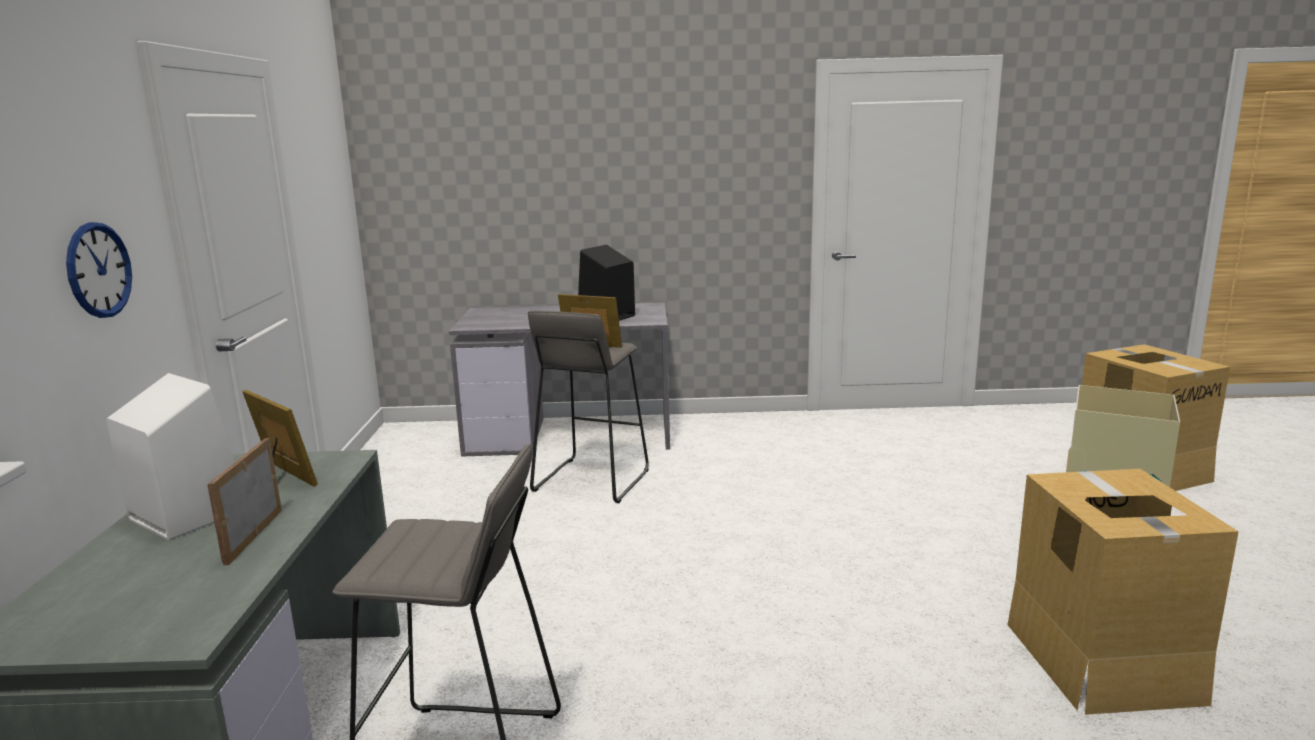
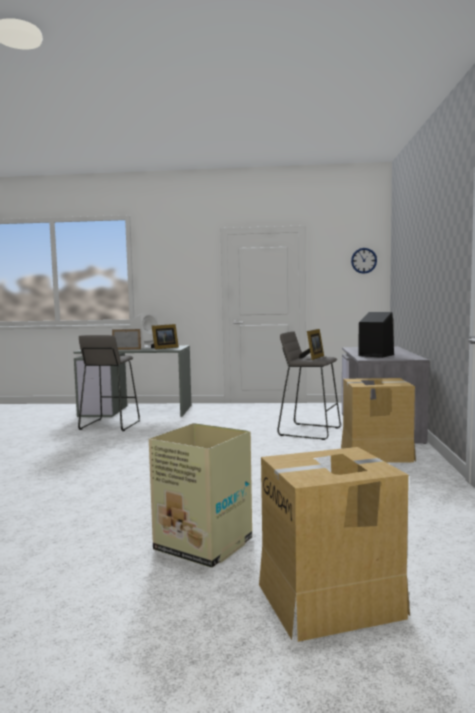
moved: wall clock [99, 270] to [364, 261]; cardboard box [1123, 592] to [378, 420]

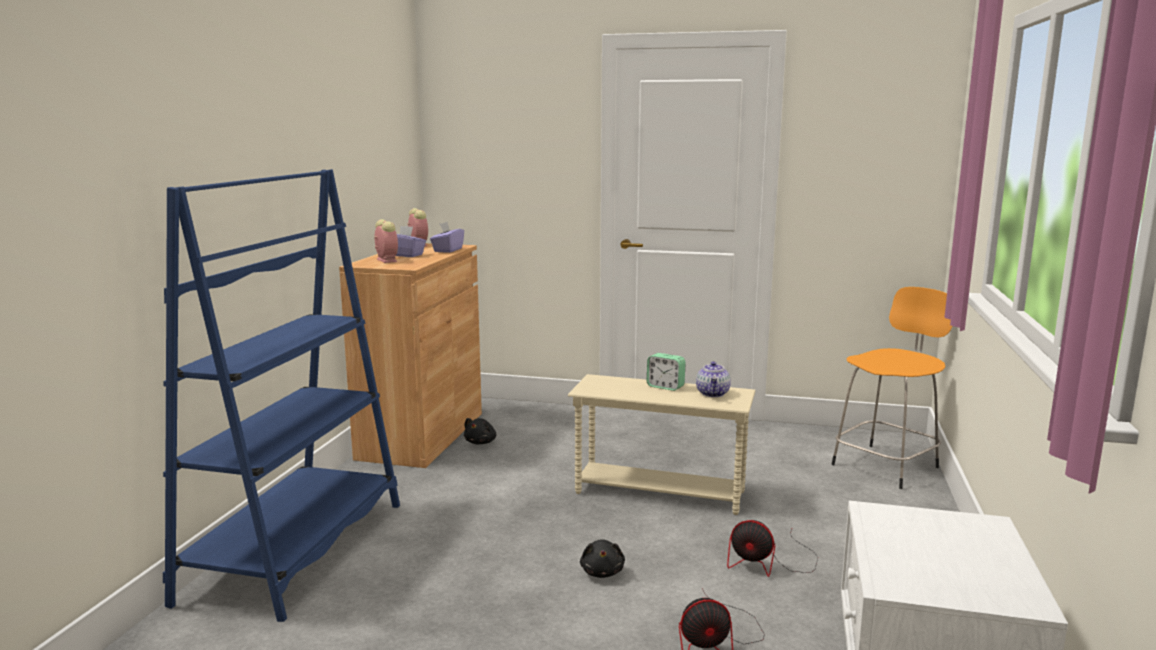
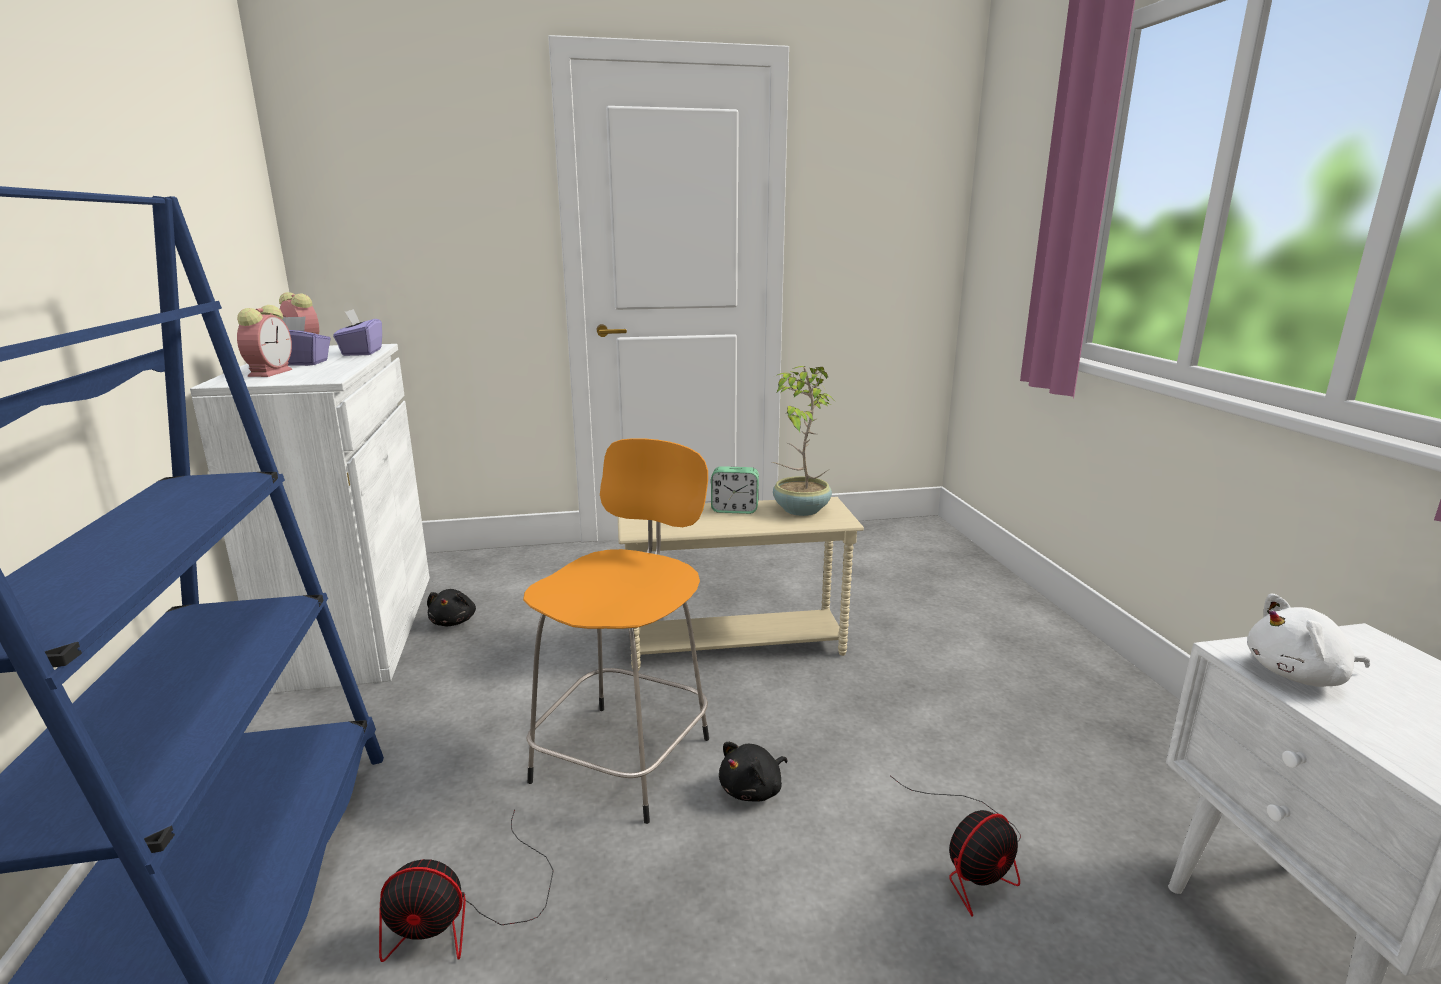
added: plush toy (white) [1308, 640]
moved: fan [772, 548] to [466, 885]; stool (orange) [892, 388] to [616, 631]
replaced: teapot [713, 379] to potted plant [803, 441]
recoloured: cabinet (brown) [410, 355] to cabinet (white) [310, 519]
turned: alarm clock [386, 241] = [264, 341] 60 degrees clockwise; plush toy (black) [602, 558] = [753, 772] 75 degrees clockwise

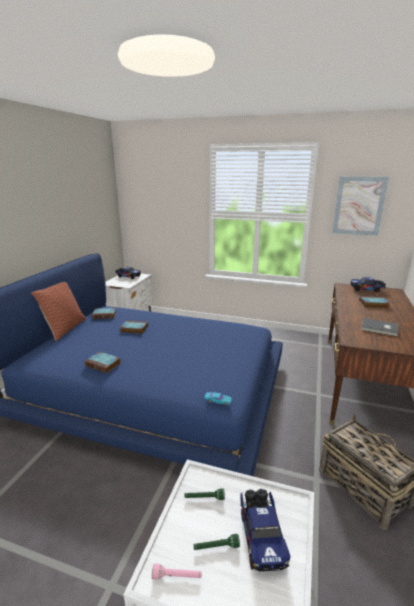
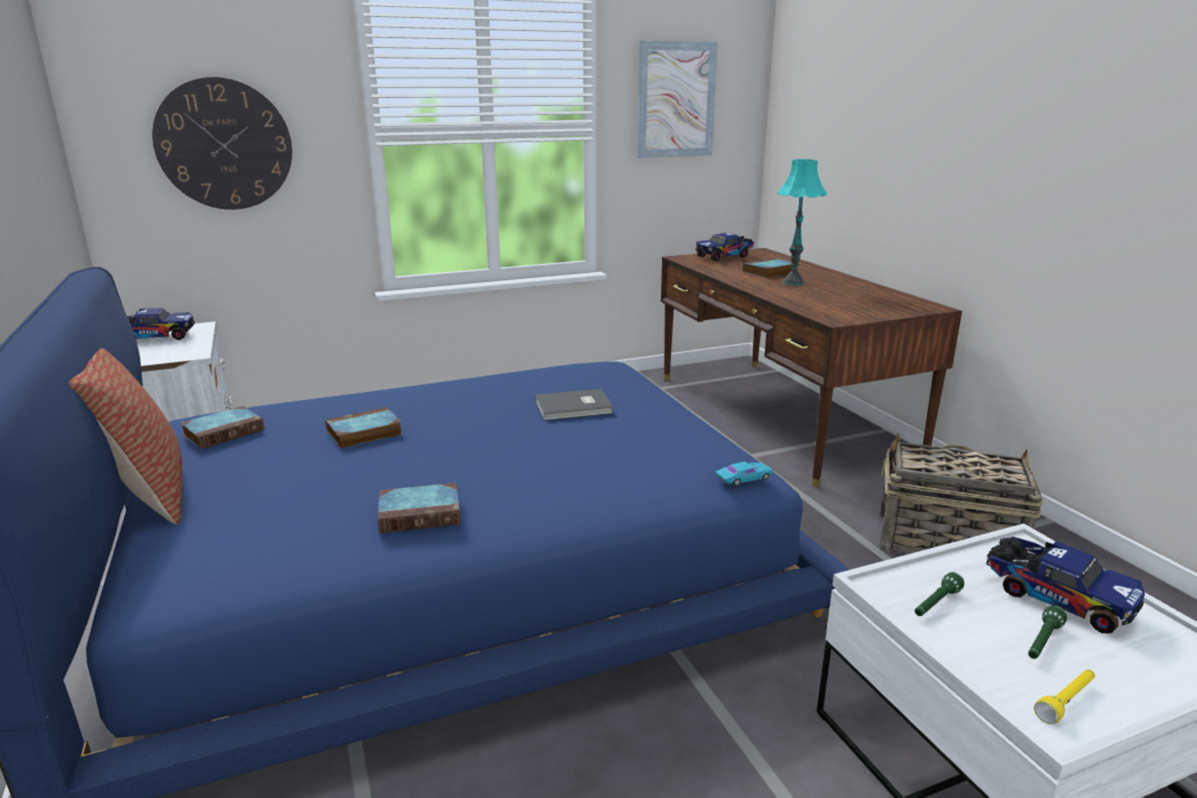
added: wall clock [222, 143]; table lamp (turquoise) [802, 222]
moved: book (grey) [379, 327] to [574, 405]
recoloured: flashlight (pink) [177, 572] to flashlight (yellow) [1064, 696]

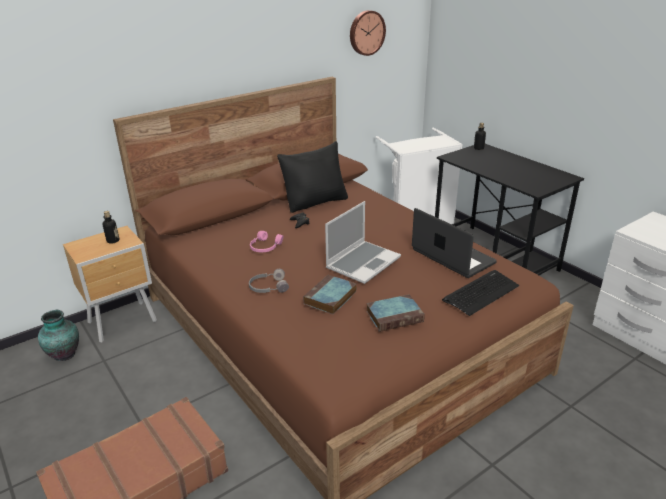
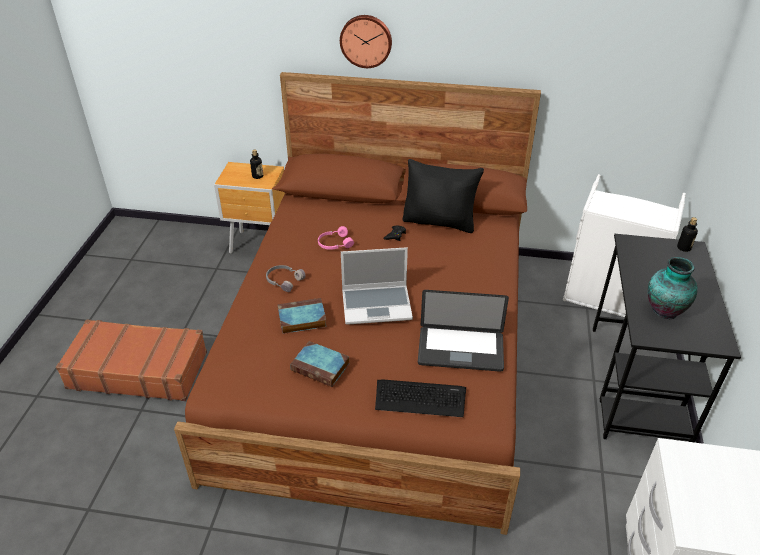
moved: vase [58, 335] to [673, 288]; wall clock [368, 33] to [366, 41]
turned: laptop [454, 243] = [463, 331] 90 degrees clockwise

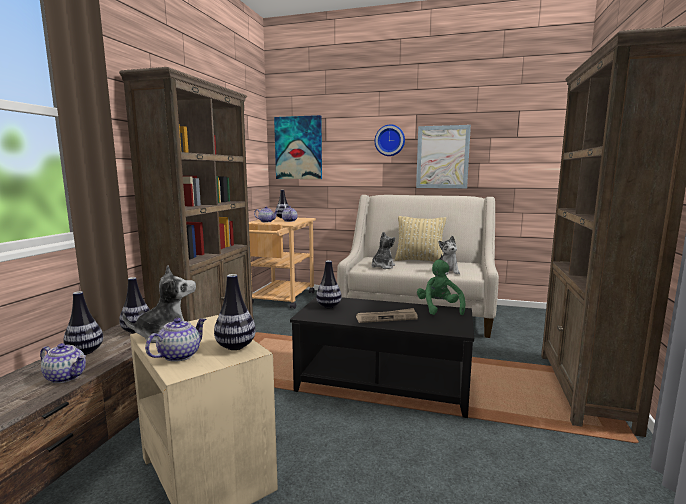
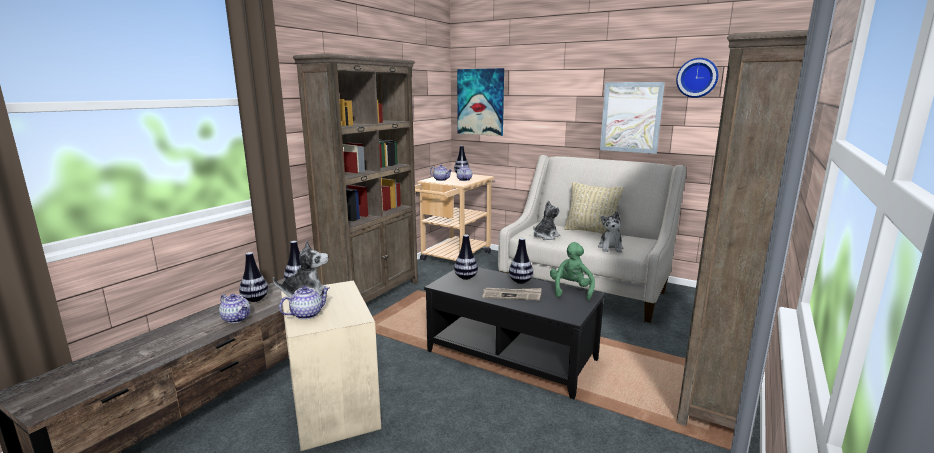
moved: vase [235, 312] to [521, 261]; wall clock [390, 140] to [697, 78]

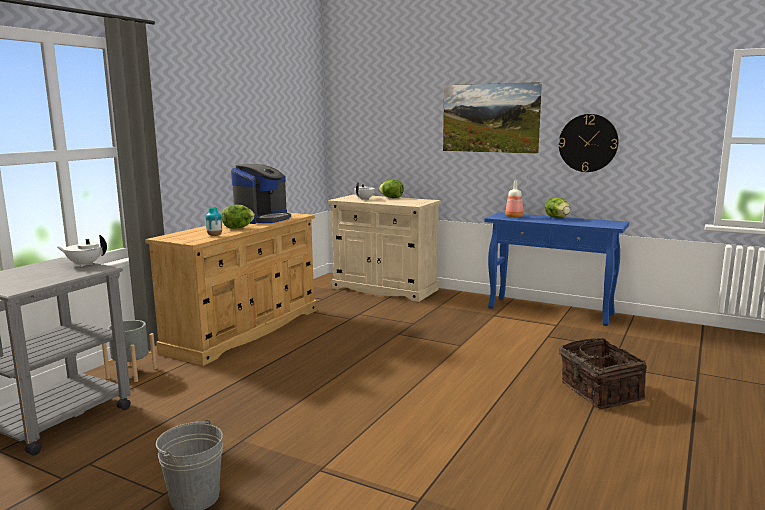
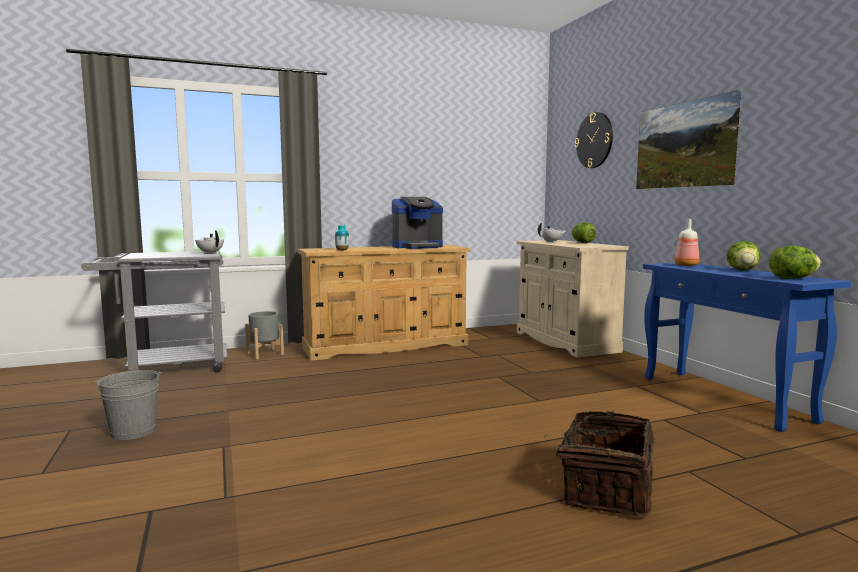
moved: lettuce [238, 217] to [795, 262]; wall clock [588, 143] to [594, 140]

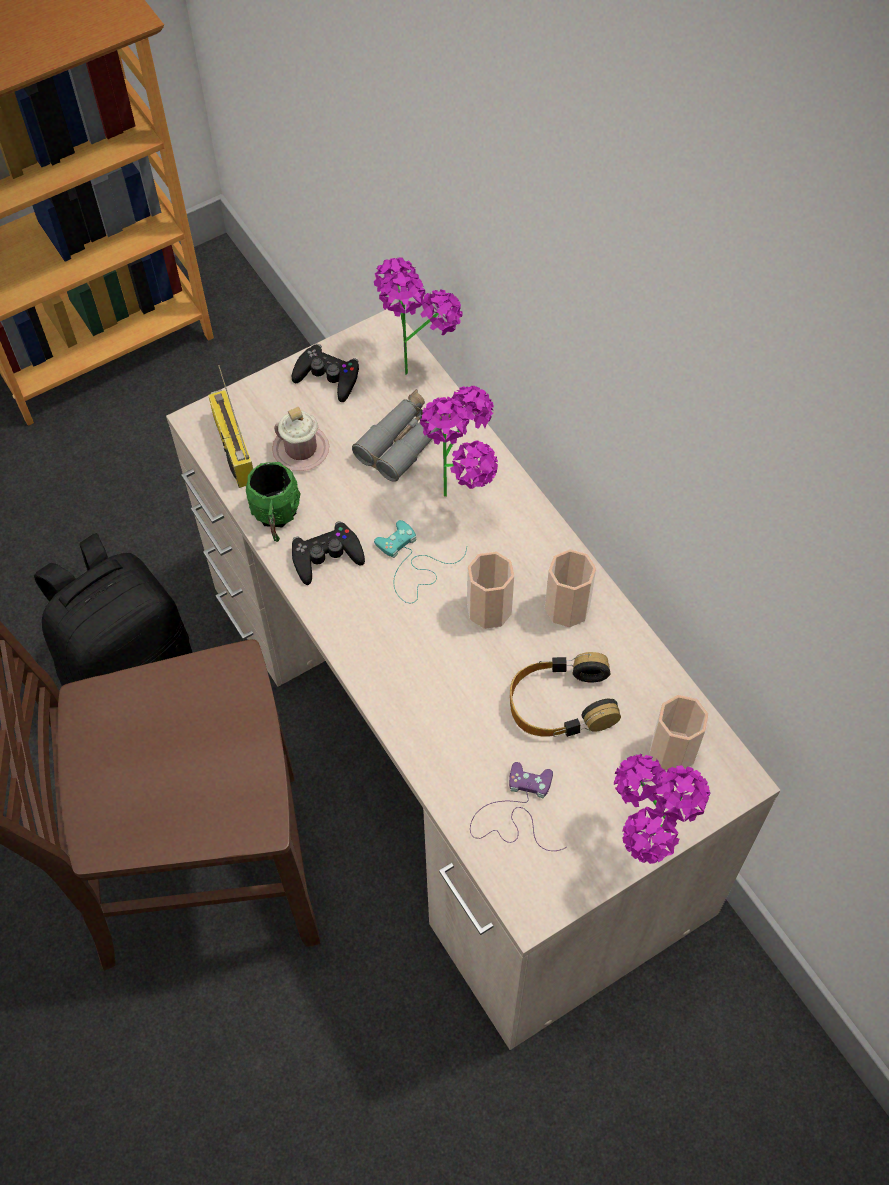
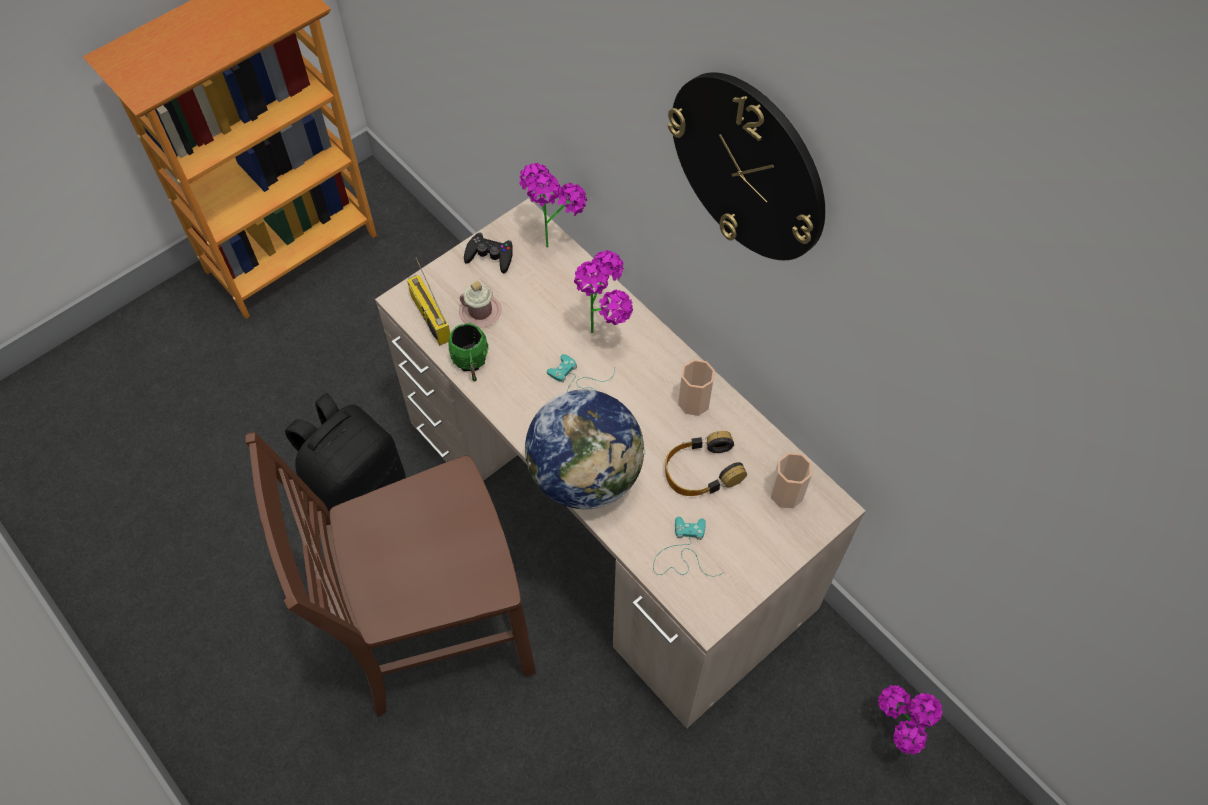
removed: game controller (black) [328, 553]; binoculars (grey) [401, 435]; cup [490, 590]
added: globe [585, 449]; wall clock [746, 166]
moved: potted plant [662, 809] to [910, 720]
recoloured: game controller (purple) [518, 806] to game controller (turquoise) [688, 546]

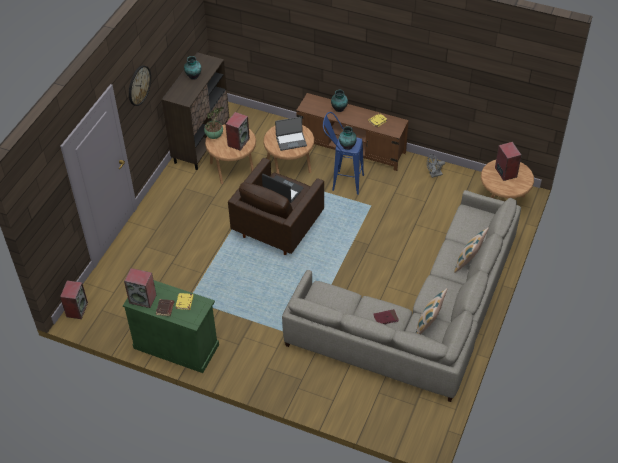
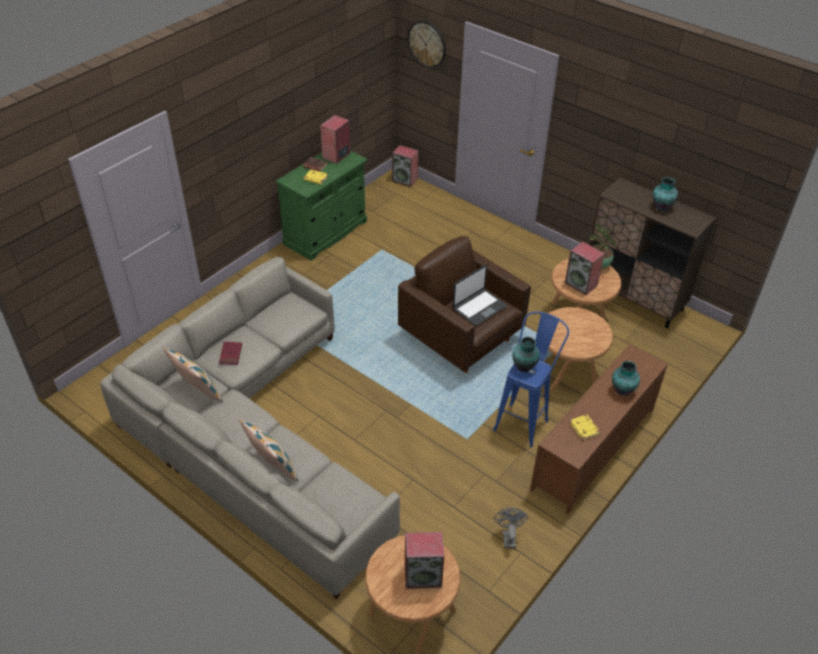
removed: laptop [291, 133]
moved: wall clock [140, 85] to [426, 44]

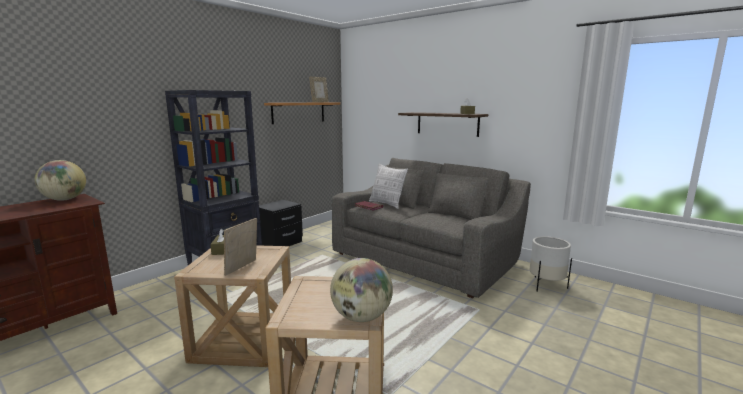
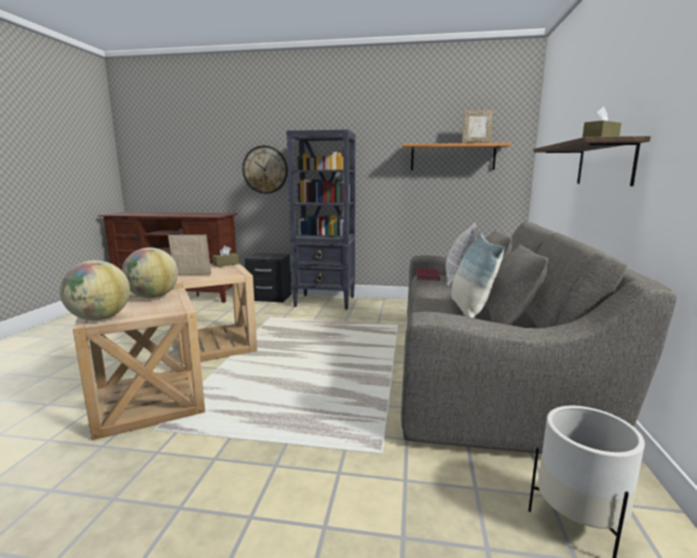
added: wall clock [265, 170]; pillow [478, 275]
moved: globe [60, 180] to [150, 272]; nightstand (black) [281, 223] to [268, 277]

